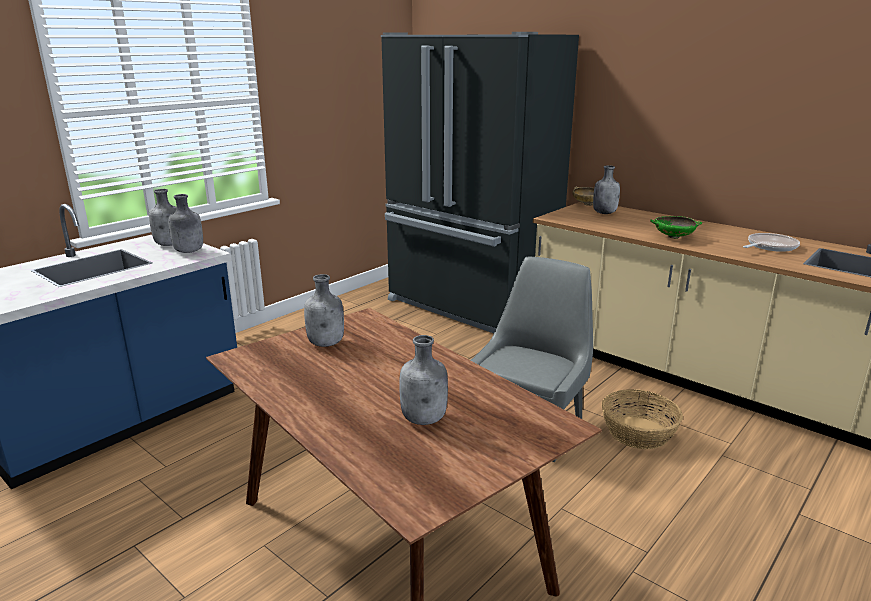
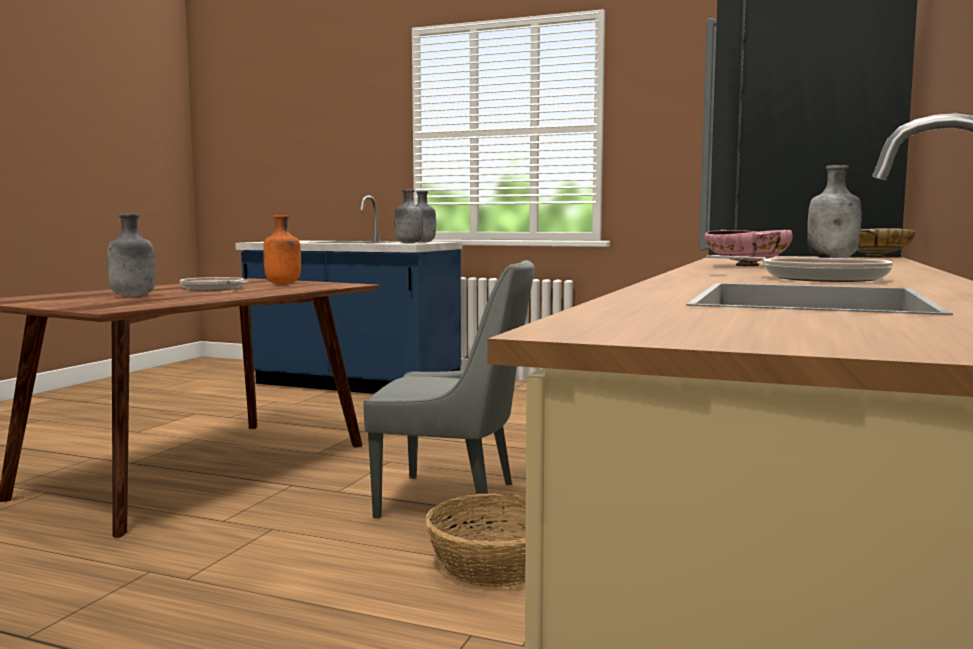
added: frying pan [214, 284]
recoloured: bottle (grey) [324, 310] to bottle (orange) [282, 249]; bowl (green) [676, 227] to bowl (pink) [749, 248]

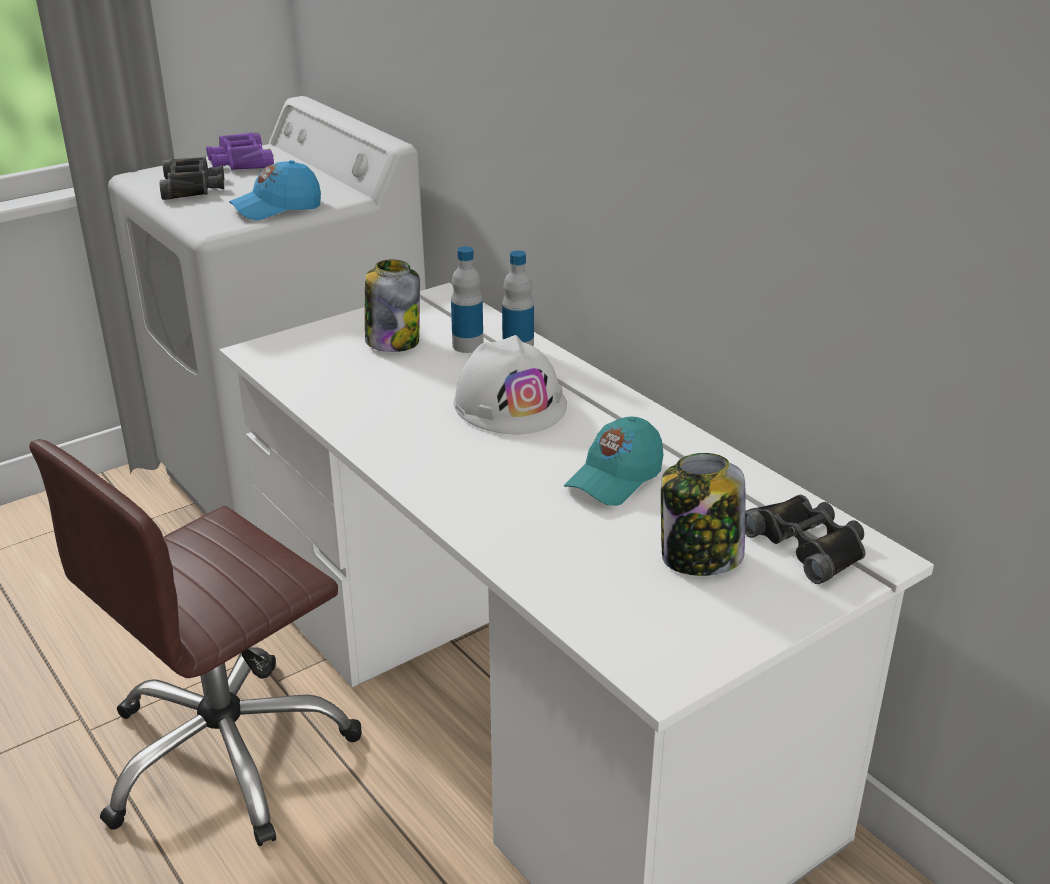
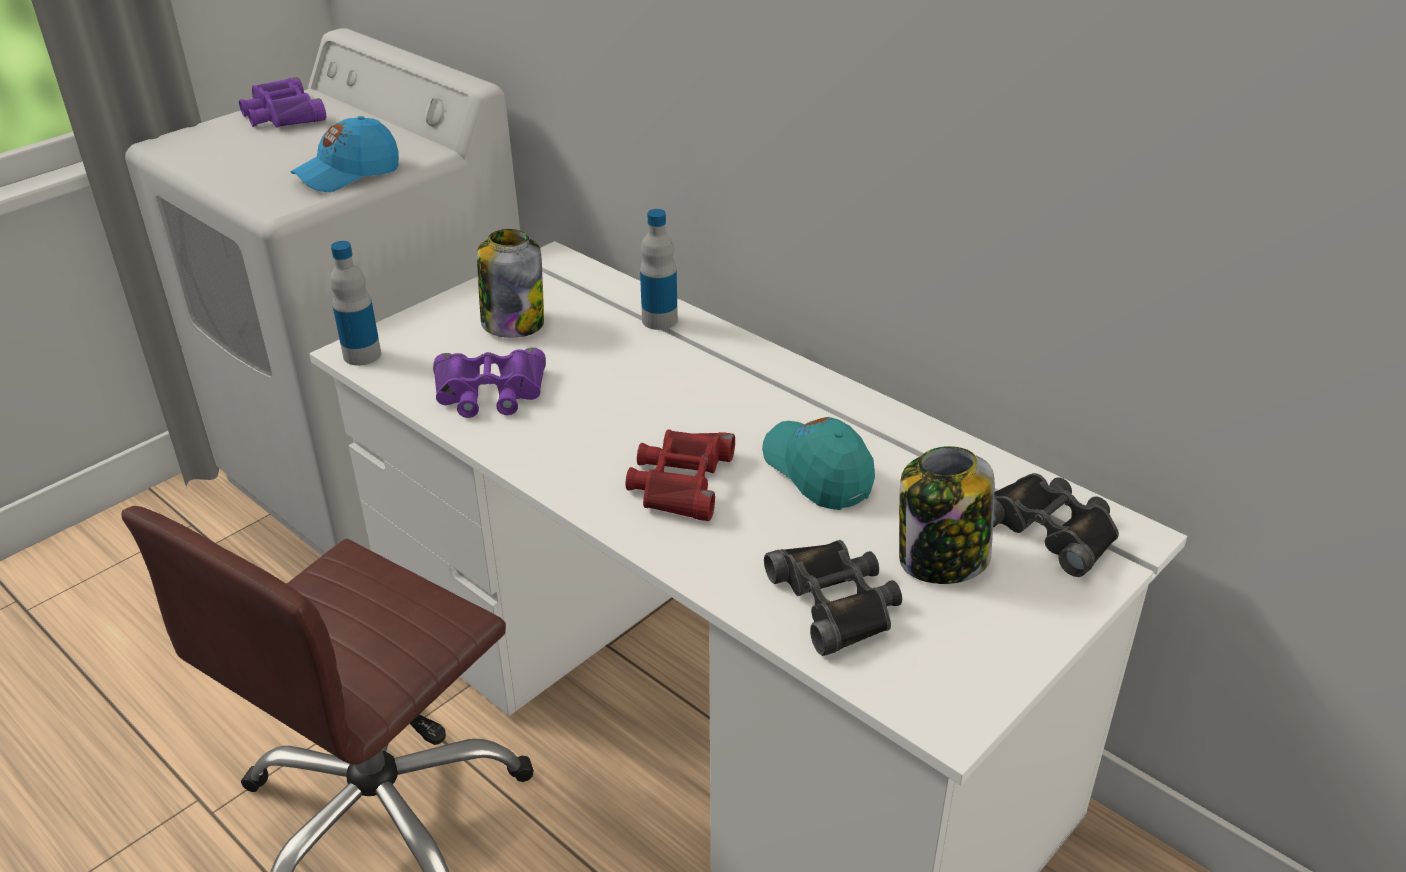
removed: hard hat (white) [510, 384]
added: binoculars (purple) [489, 383]; binoculars (red) [680, 475]
moved: binoculars (black) [192, 178] to [833, 598]; bottle [467, 299] to [355, 303]
turned: cap (turquoise) [613, 461] = [818, 463] 120 degrees clockwise

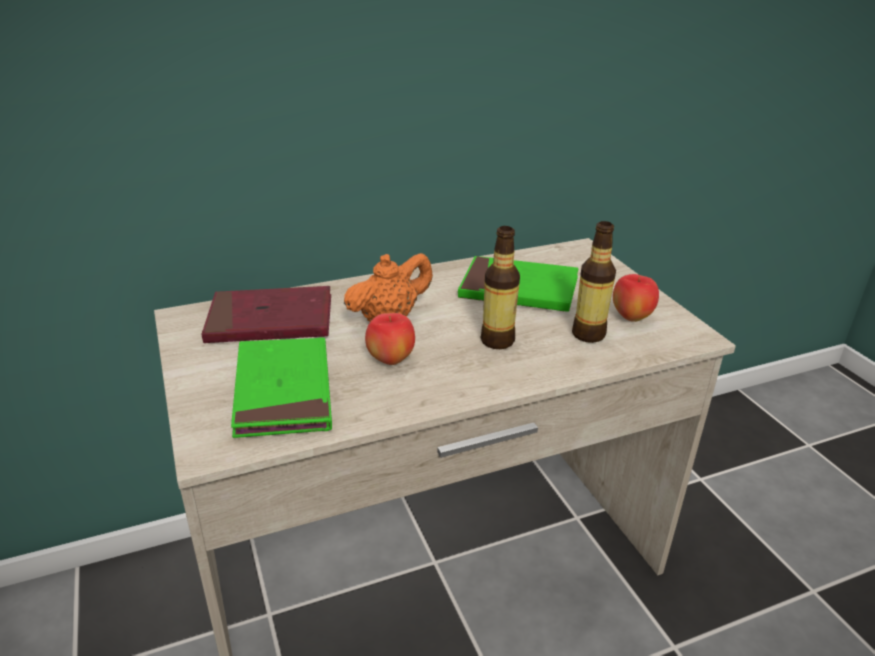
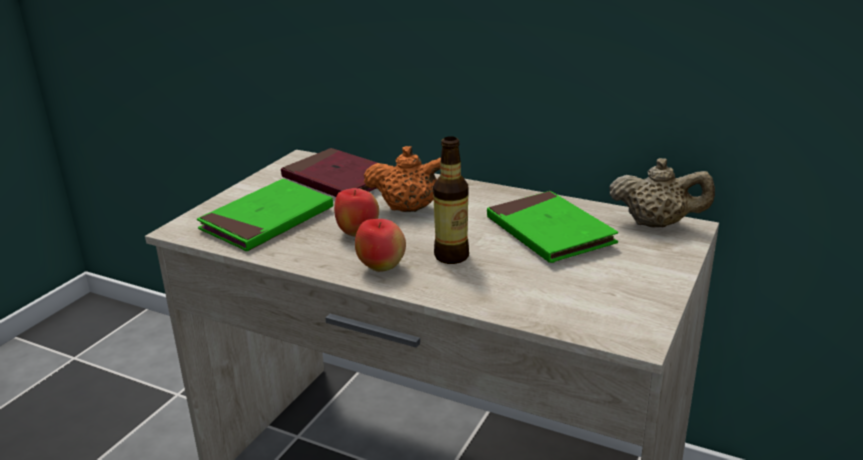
removed: bottle [594, 282]
added: teapot (beige) [662, 193]
moved: apple [636, 298] to [380, 245]

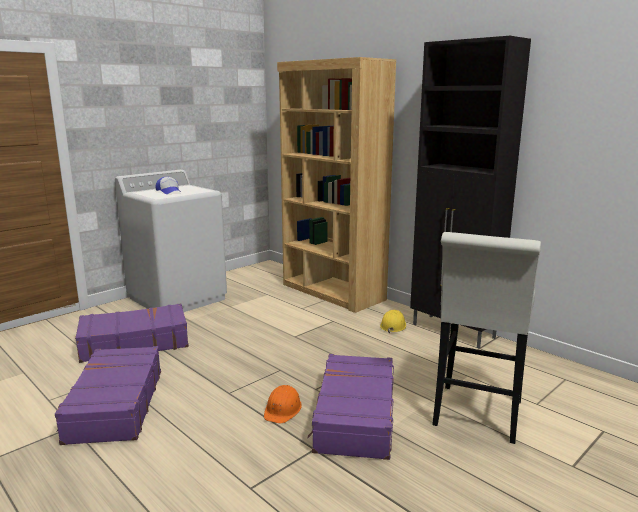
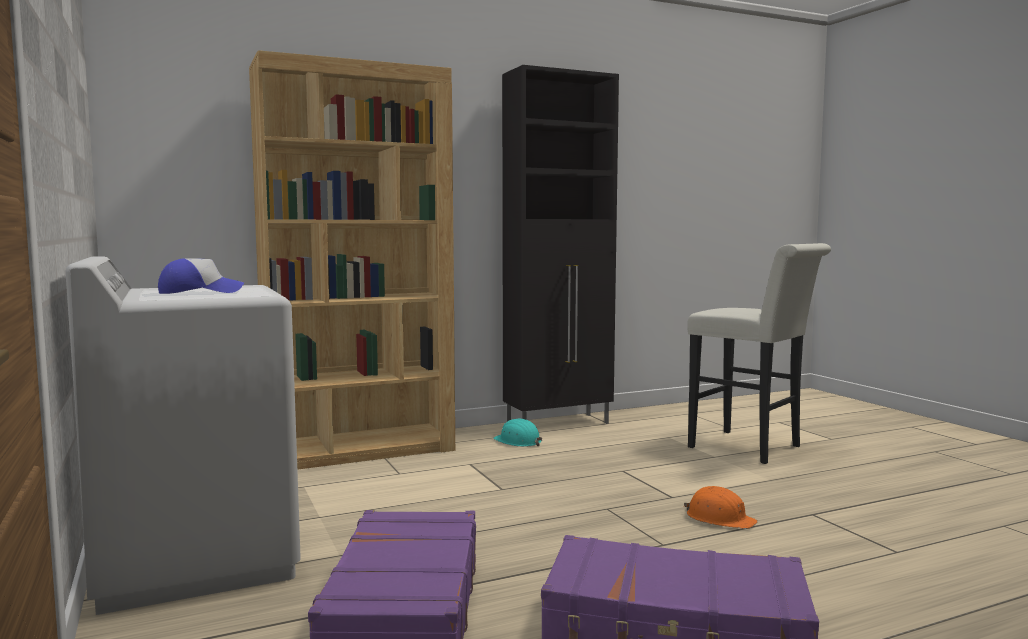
removed: suitcase (purple) [351, 407]
recoloured: hard hat (yellow) [393, 321] to hard hat (turquoise) [517, 433]

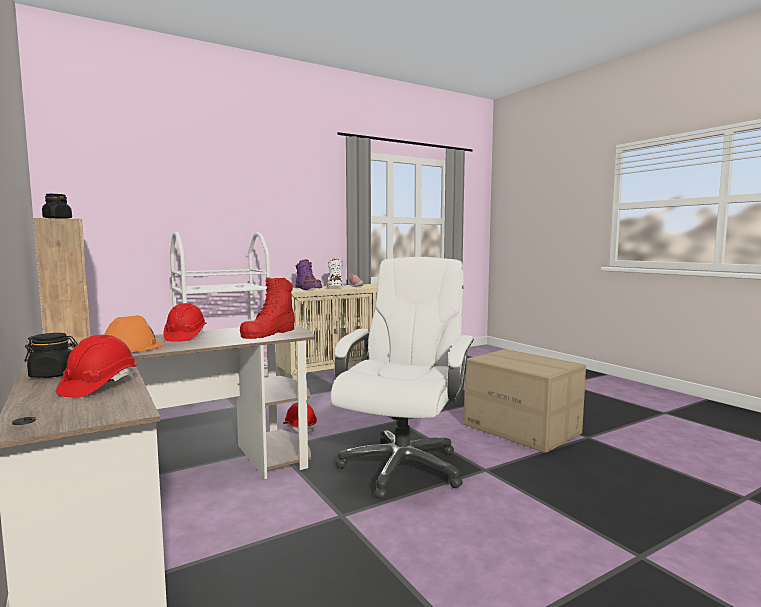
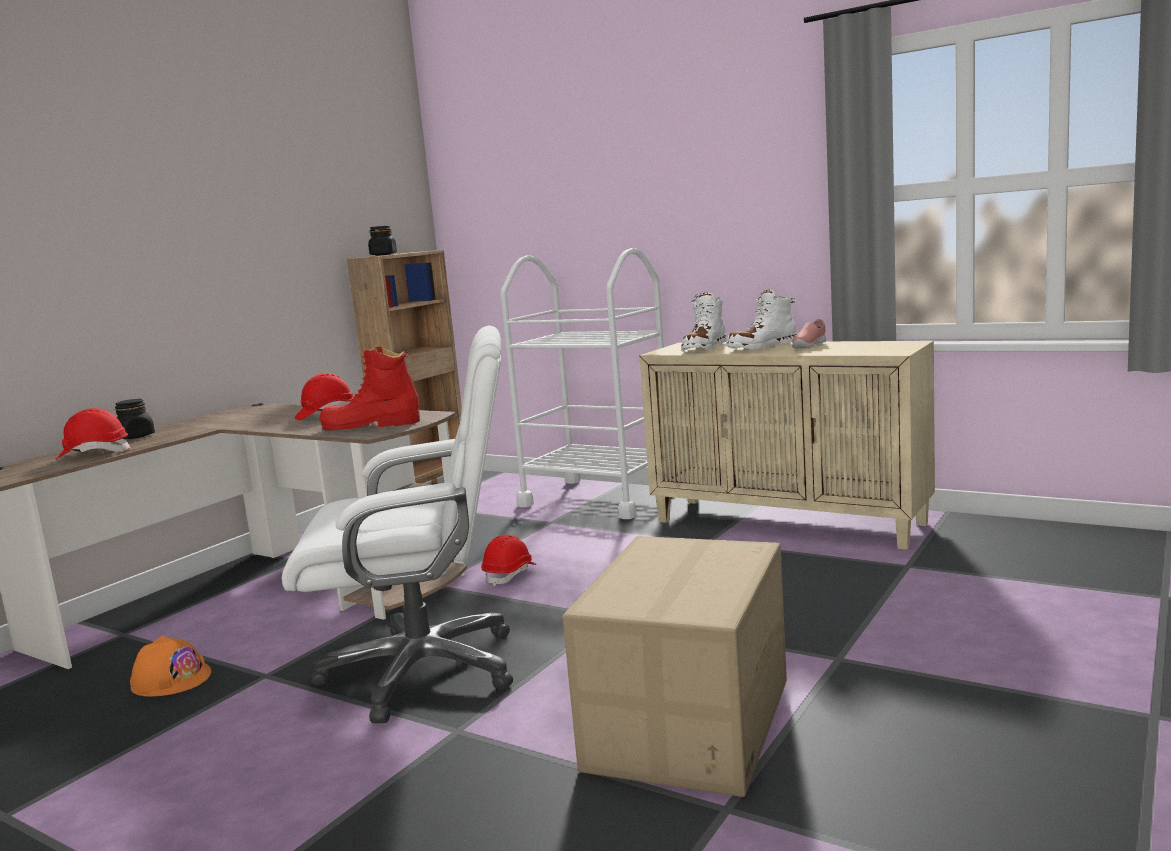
moved: hard hat (orange) [134, 334] to [170, 666]
recoloured: boot (purple) [309, 274] to boot (white) [703, 322]

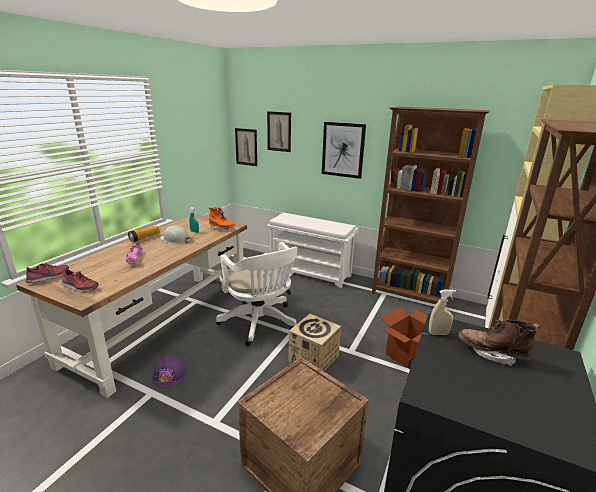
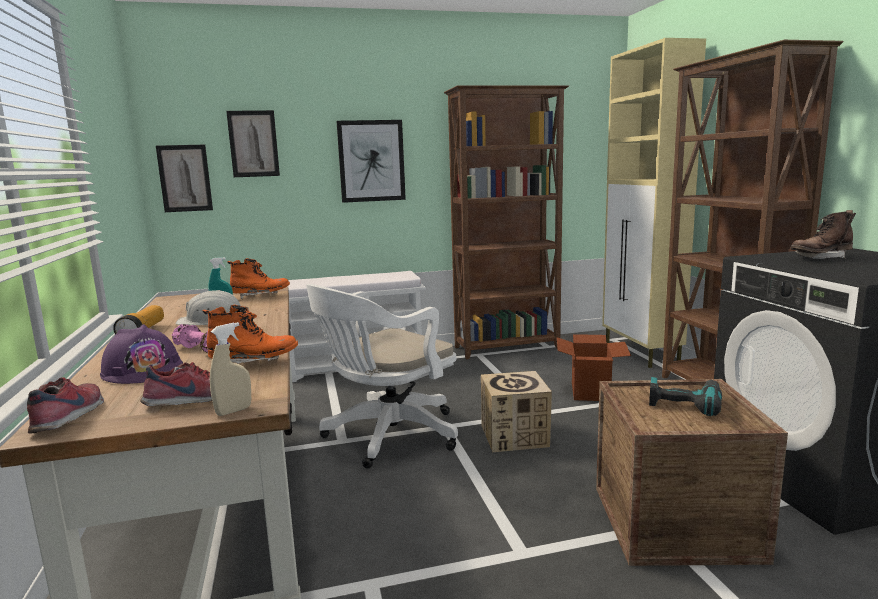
added: boot (orange) [250, 334]; power drill [685, 396]
moved: hard hat (purple) [169, 372] to [141, 354]; spray bottle (beige) [442, 312] to [230, 369]
turned: office chair (white) [257, 294] = [382, 376] 120 degrees clockwise

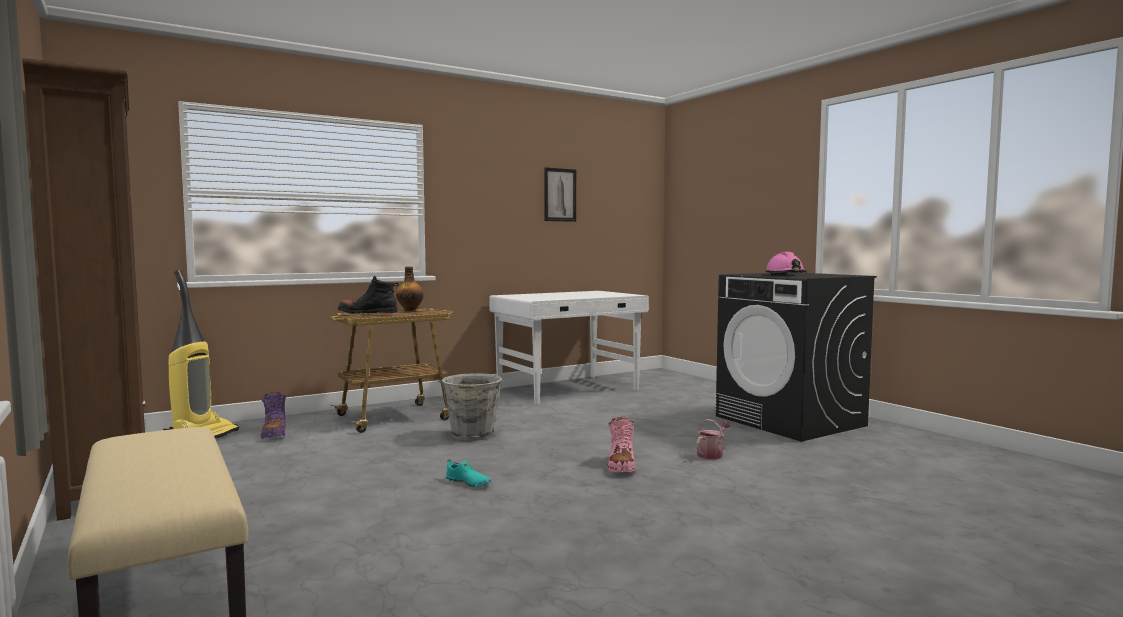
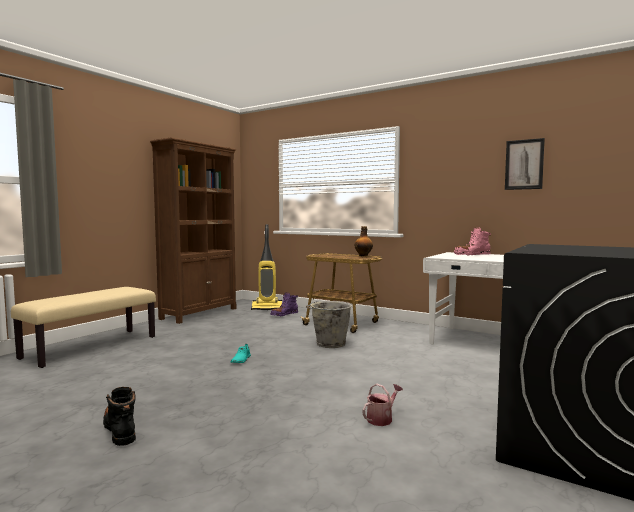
removed: hard hat (pink) [786, 263]
moved: boot (black) [368, 295] to [119, 416]; boot (pink) [621, 445] to [472, 241]
turned: watering can [713, 439] = [382, 405] 60 degrees counterclockwise

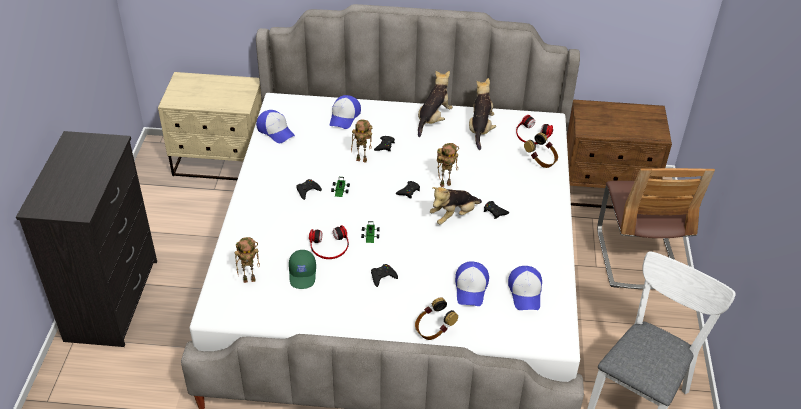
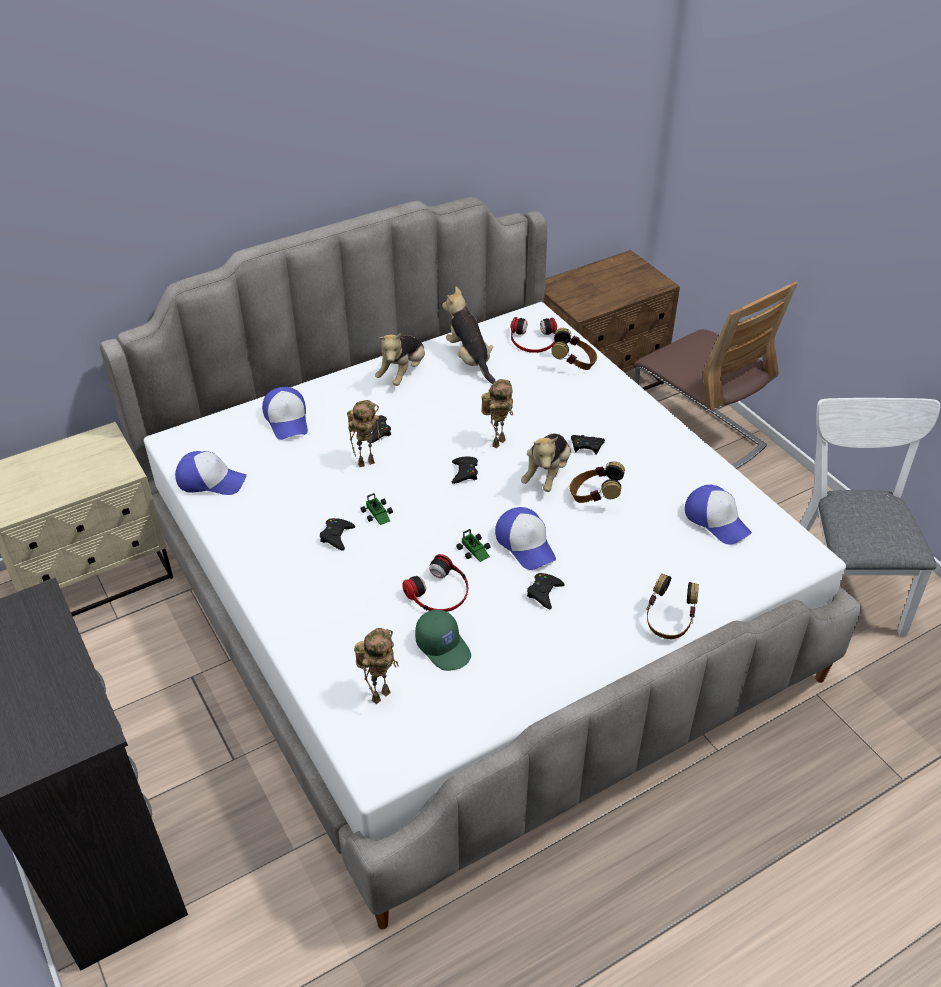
added: headphones [597, 482]
moved: cap [472, 283] to [525, 538]
turned: plush toy [435, 104] = [400, 359] 150 degrees counterclockwise

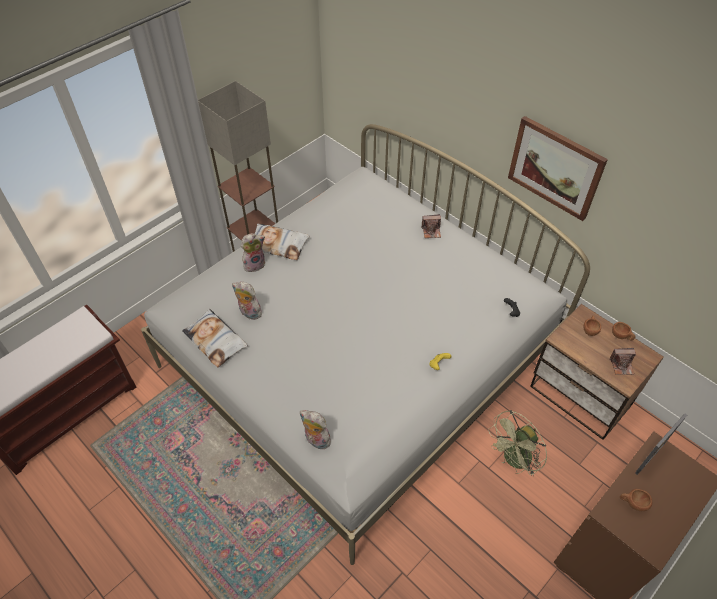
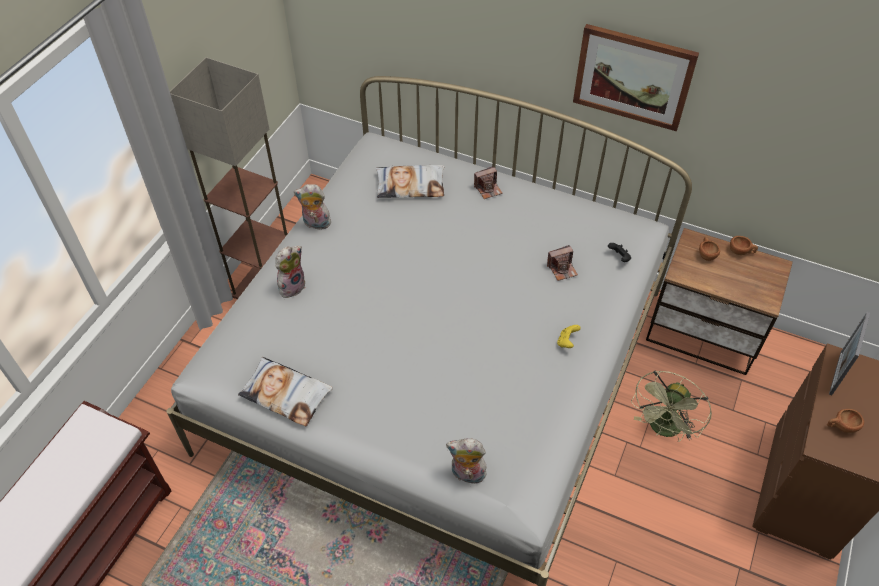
moved: plush toy [247, 301] to [312, 208]; pillow [282, 241] to [410, 181]; photo camera [622, 361] to [562, 263]

